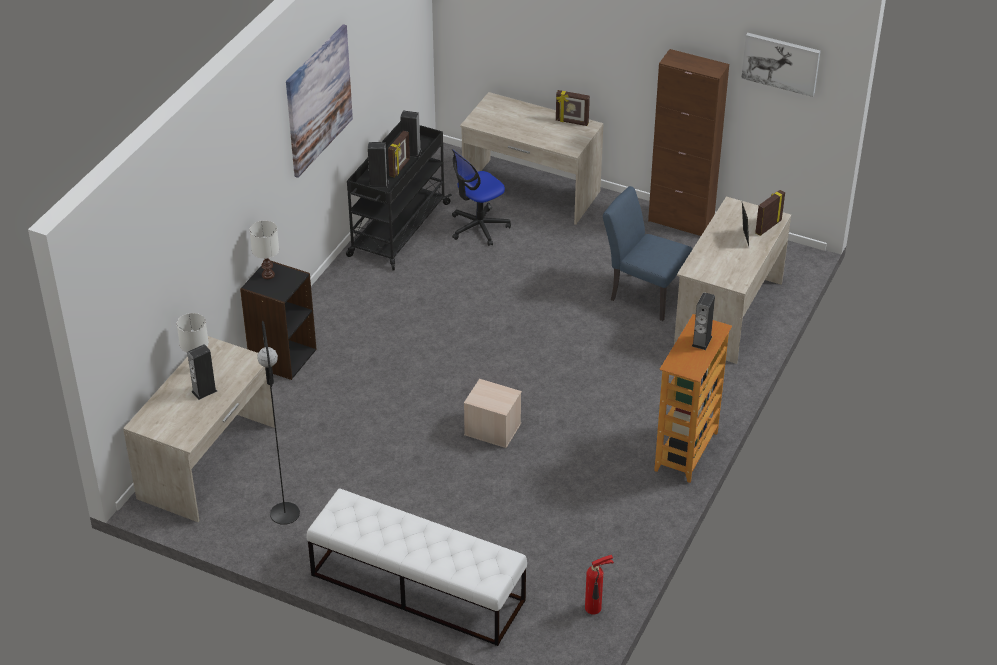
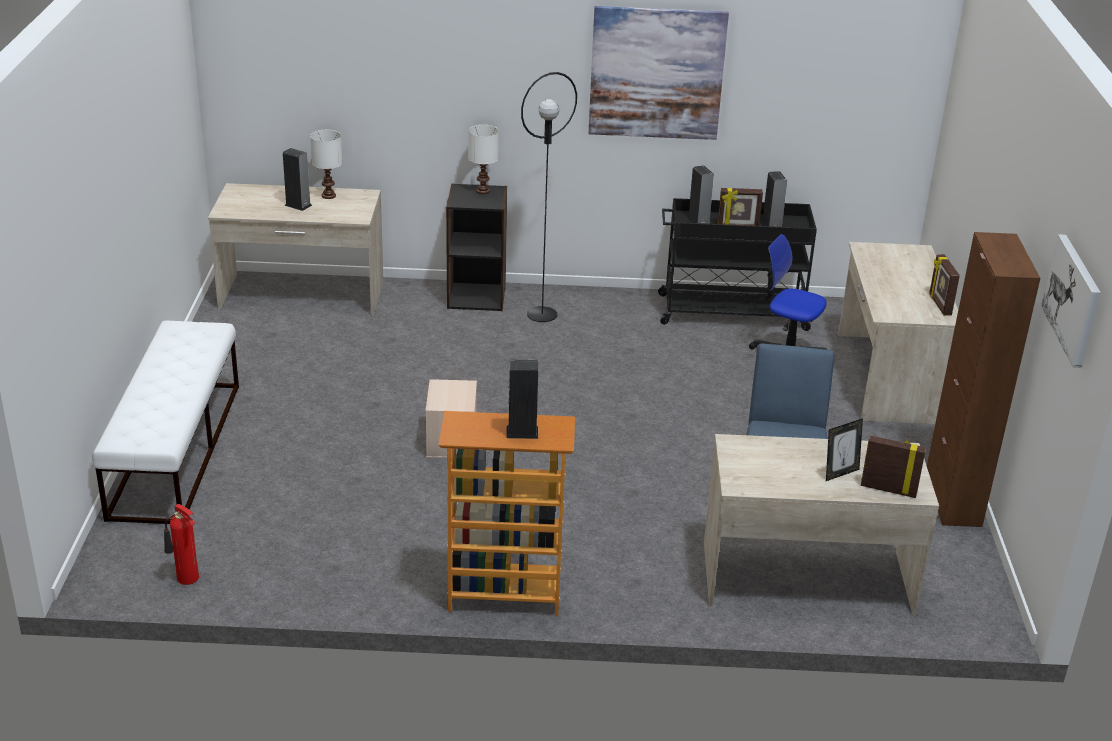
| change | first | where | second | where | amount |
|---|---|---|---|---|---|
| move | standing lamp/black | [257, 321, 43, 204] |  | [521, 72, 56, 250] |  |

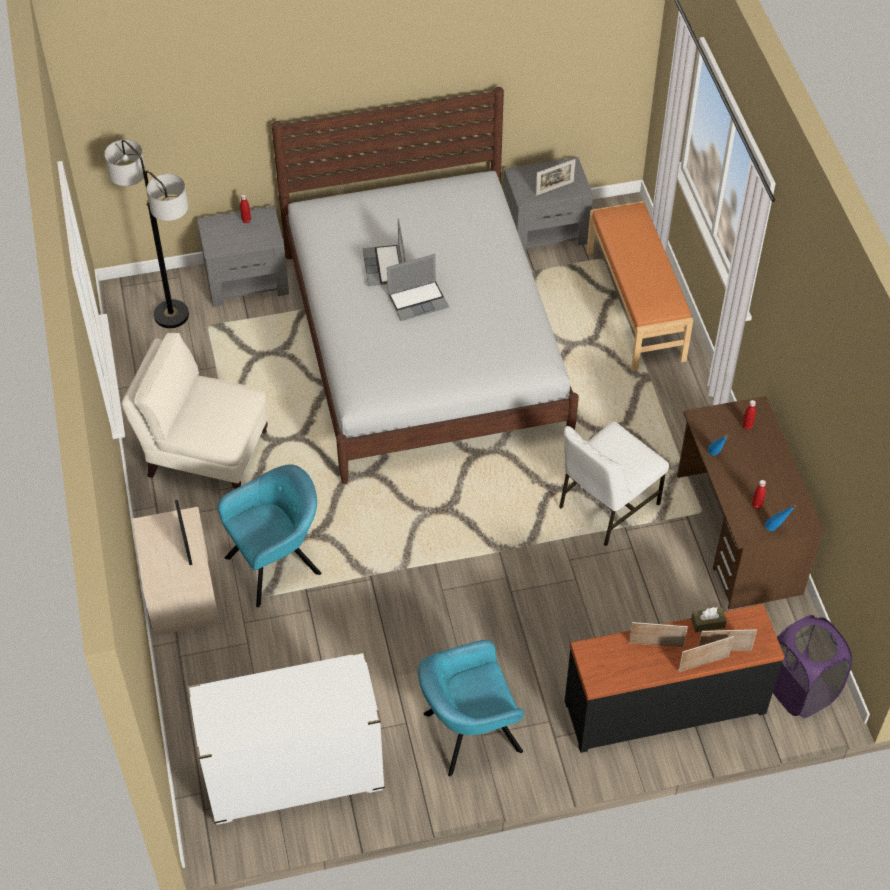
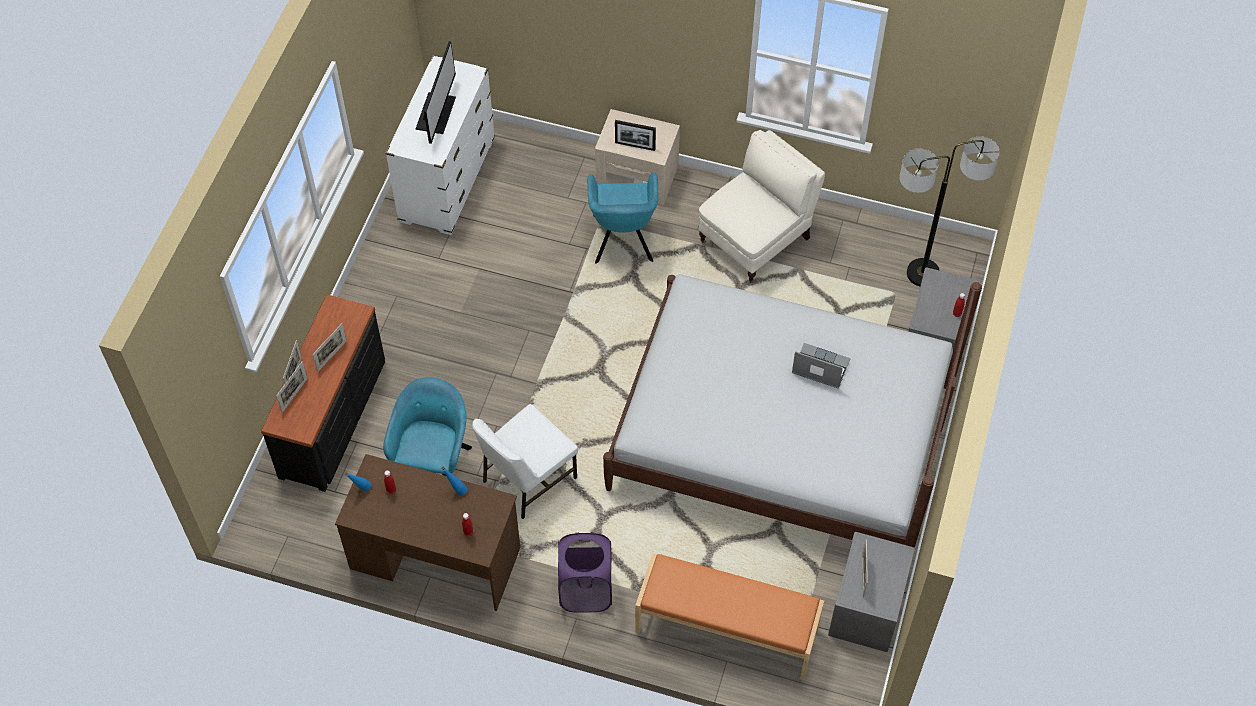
| change | first | where | second | where | amount |
|---|---|---|---|---|---|
| delete | notebook computer | [387, 254, 62, 67] |  |  |  |
| delete | box of tissues/brown | [691, 607, 36, 25] |  |  |  |
| insert |  |  | computer display | [416, 41, 40, 103] |  |
| move | armchair/turquoise-coloured | [418, 640, 106, 137] |  | [383, 377, 89, 99] |  |
| move | hamper/purplish | [773, 615, 79, 103] |  | [558, 532, 54, 81] |  |
| rotate | chair/white-coloured | [559, 421, 110, 125] |  | [472, 404, 106, 115] | 120 degrees counterclockwise |

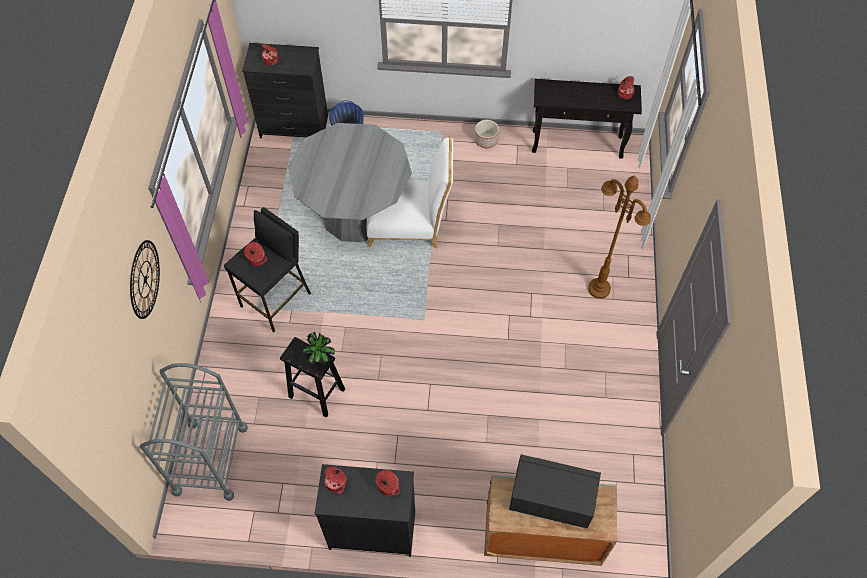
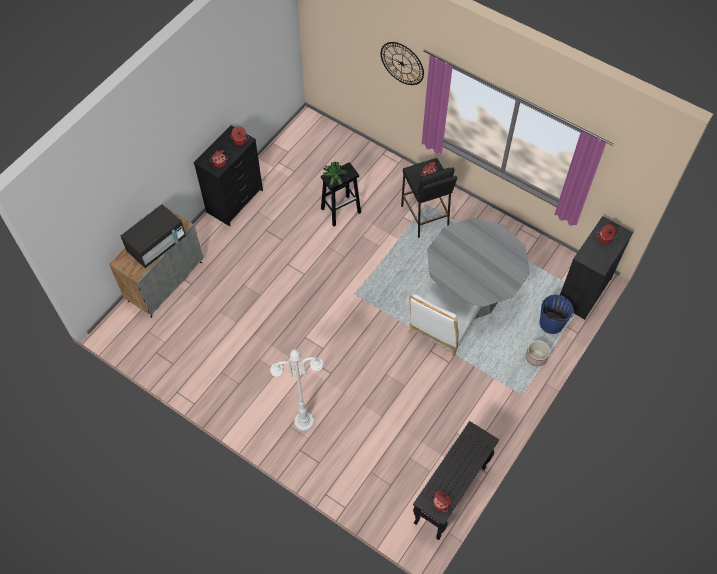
| change | first | where | second | where | amount |
|---|---|---|---|---|---|
| delete | cart/grey | [140, 363, 108, 138] |  |  |  |
| move | planter | [475, 120, 24, 28] |  | [526, 340, 24, 27] |  |
| recolor | standing lamp/brown | [588, 175, 63, 124] | standing lamp/white-coloured | [270, 349, 54, 82] |  |

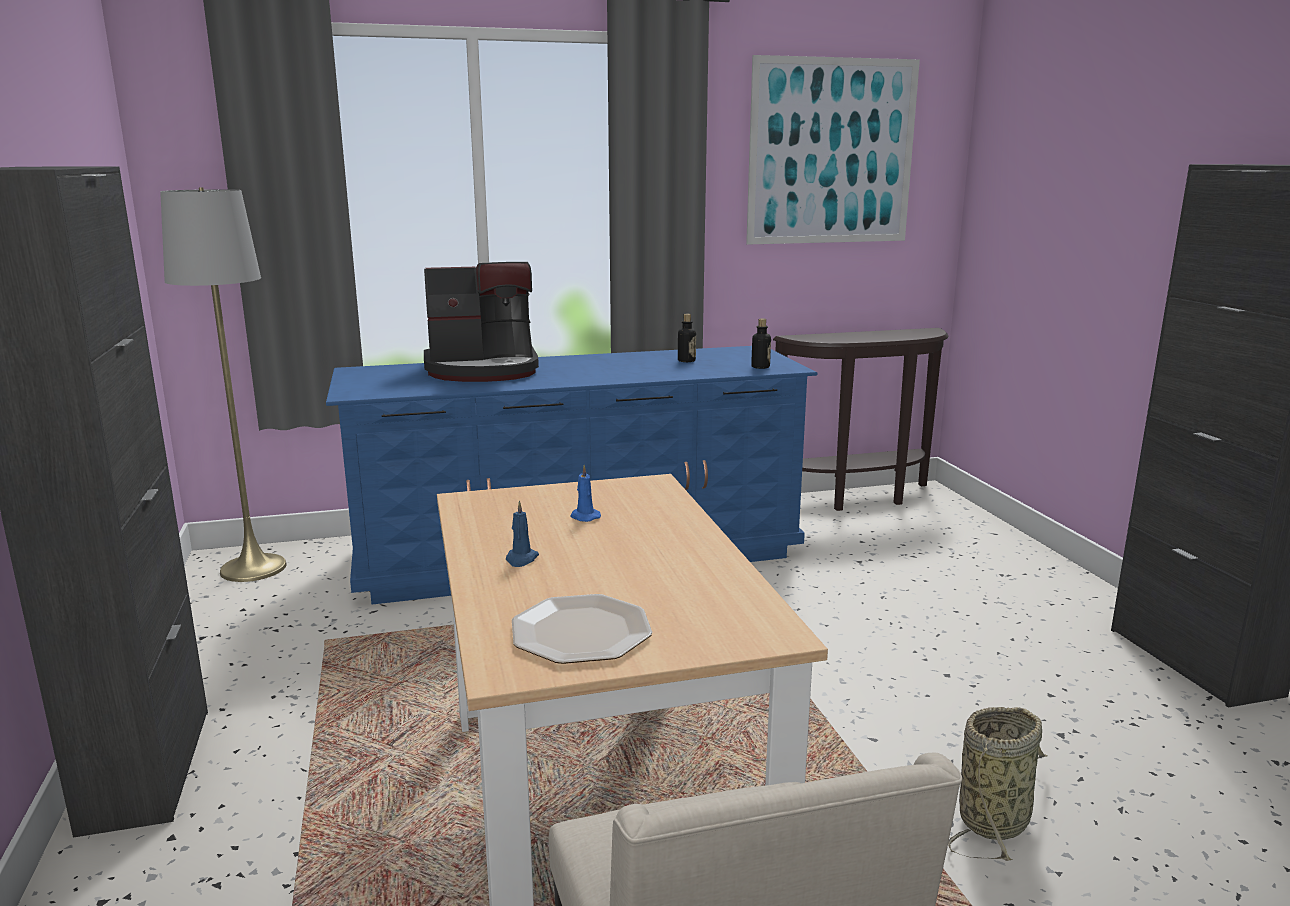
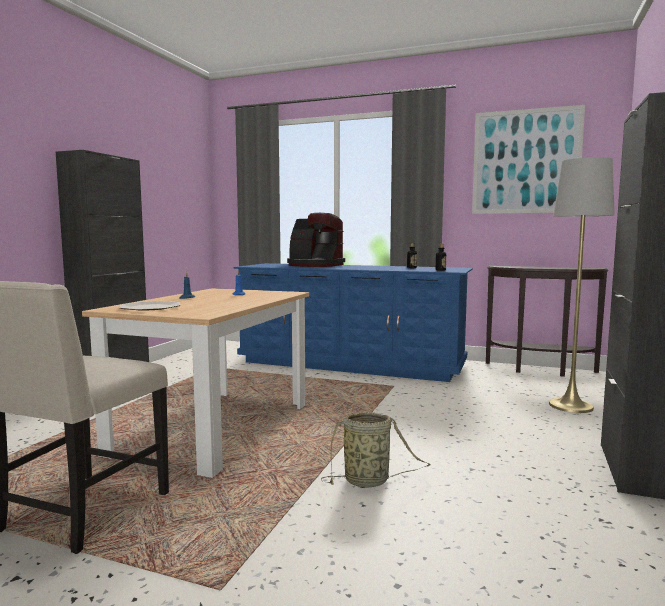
| change | first | where | second | where | amount |
|---|---|---|---|---|---|
| move | standing lamp/grey | [160, 187, 127, 395] |  | [549, 157, 66, 256] |  |

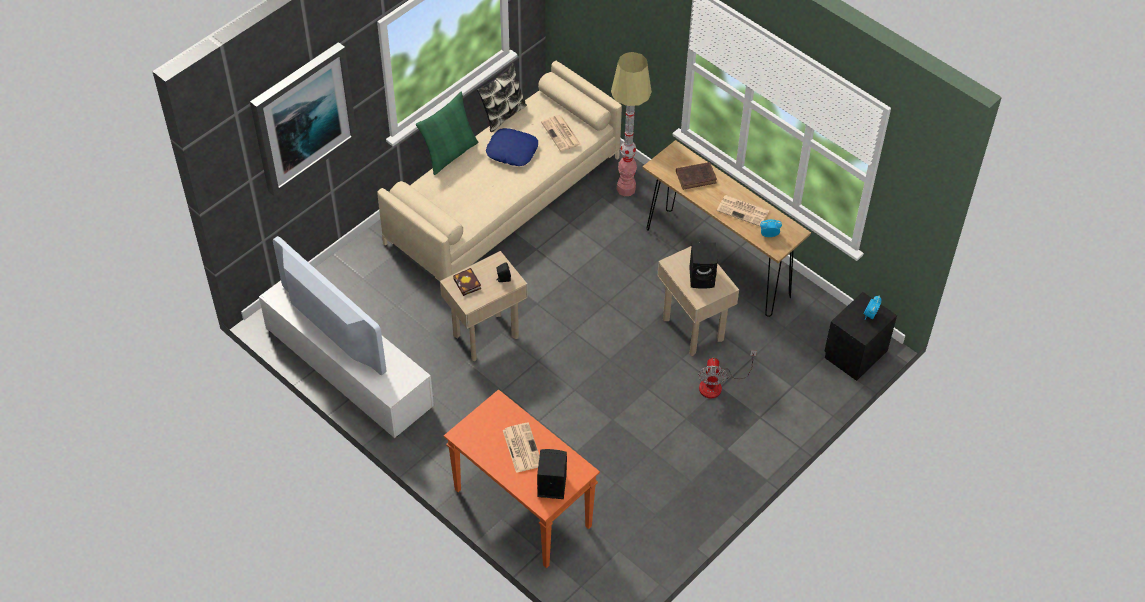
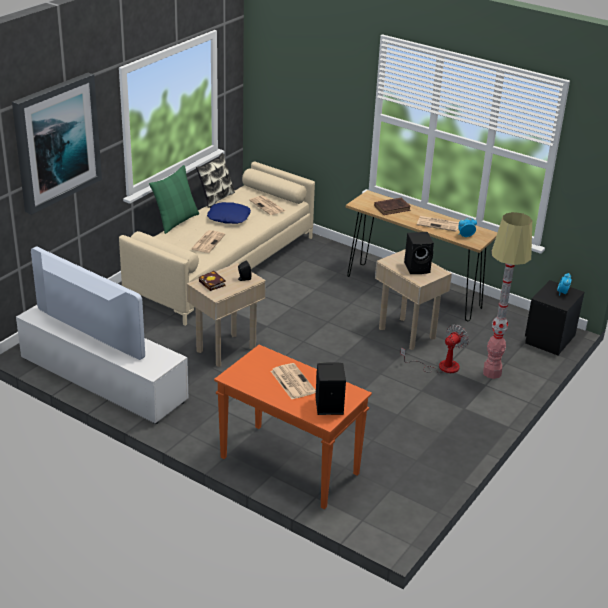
| change | first | where | second | where | amount |
|---|---|---|---|---|---|
| insert |  |  | daily paper | [191, 230, 34, 23] |  |
| move | standing lamp | [611, 52, 41, 144] |  | [483, 212, 49, 167] |  |
| rotate | cooling fan | [698, 350, 59, 48] |  | [400, 324, 69, 50] | 135 degrees counterclockwise |

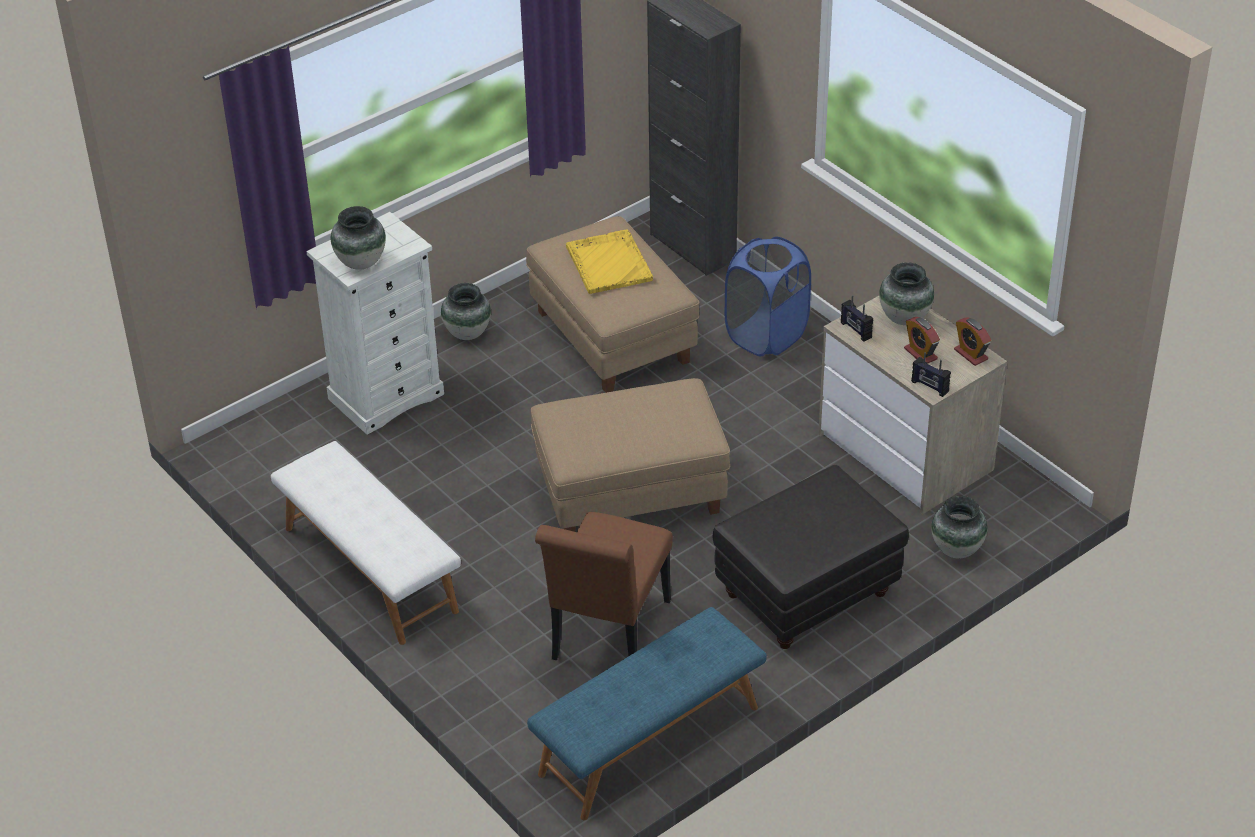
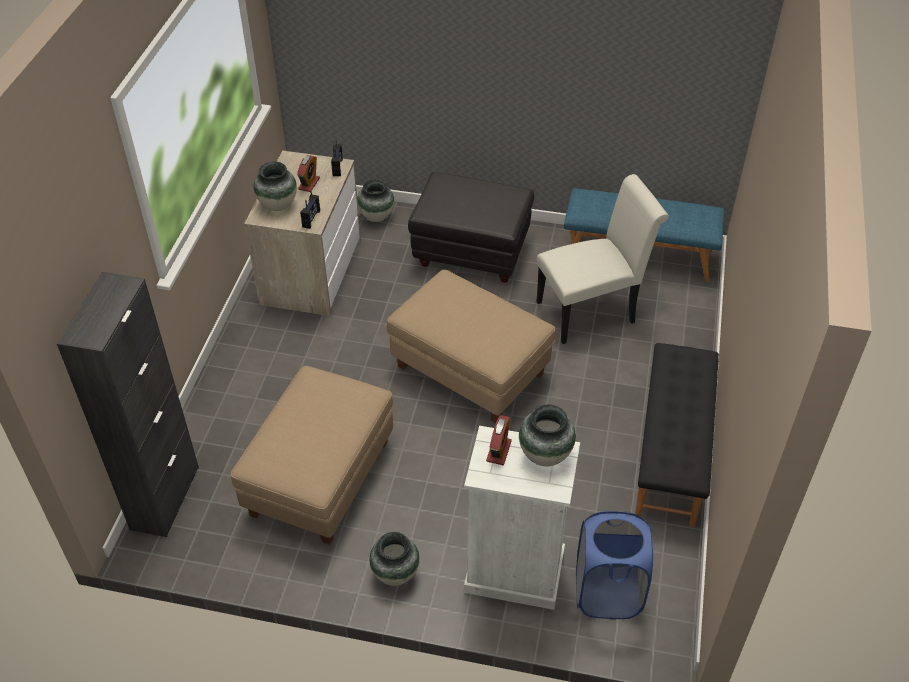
| change | first | where | second | where | amount |
|---|---|---|---|---|---|
| delete | carrying tray/yellow-coloured | [566, 229, 87, 65] |  |  |  |
| move | hamper/blue-coloured | [725, 237, 86, 120] |  | [576, 511, 77, 108] |  |
| move | table clock | [954, 318, 37, 48] |  | [486, 415, 26, 50] |  |
| recolor | bench/white-coloured | [271, 441, 190, 204] | bench/black | [635, 343, 84, 185] |  |
| recolor | chair/brown | [535, 512, 138, 148] | chair/white-coloured | [536, 174, 133, 170] |  |

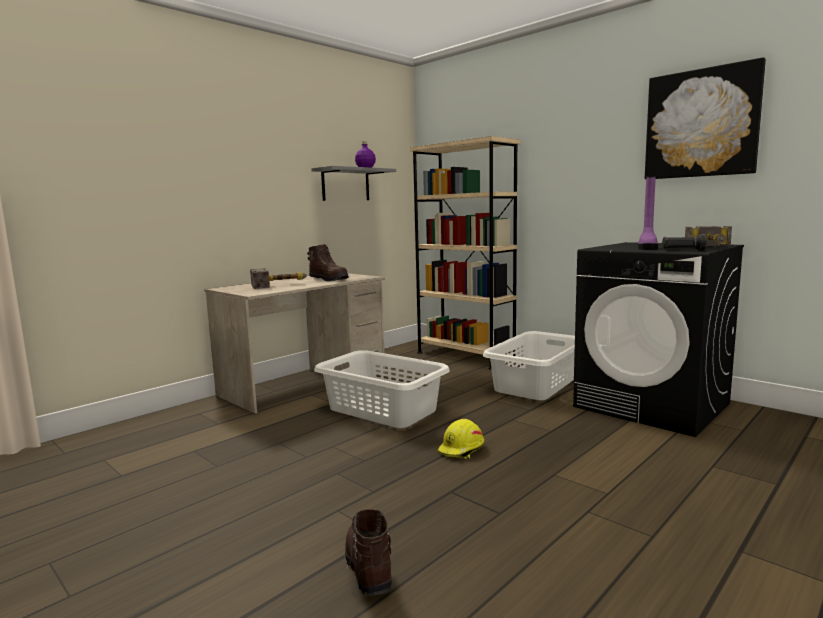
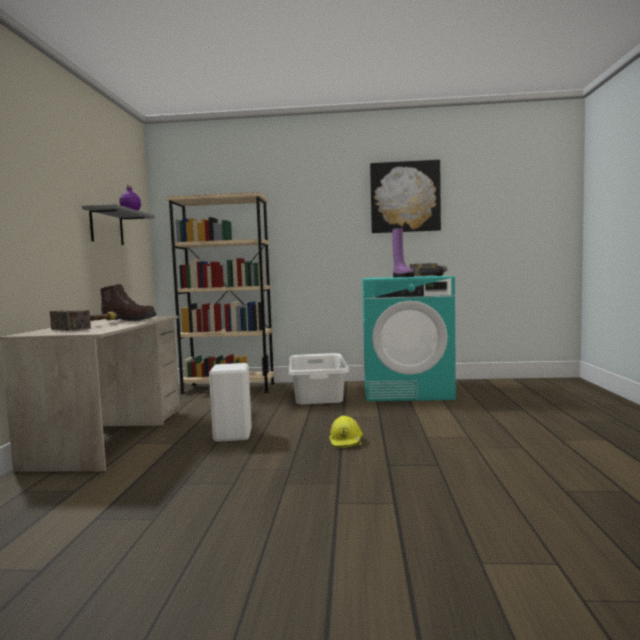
| change | first | where | second | where | amount |
|---|---|---|---|---|---|
| delete | tall boot/brown | [345, 509, 47, 87] |  |  |  |
| replace | hamper/white-coloured | [314, 350, 136, 78] | sitting stool/white-coloured | [209, 363, 43, 79] |  |
| recolor | laundry appliance/black | [573, 242, 171, 195] | laundry appliance/turquoise-coloured | [362, 276, 94, 125] |  |

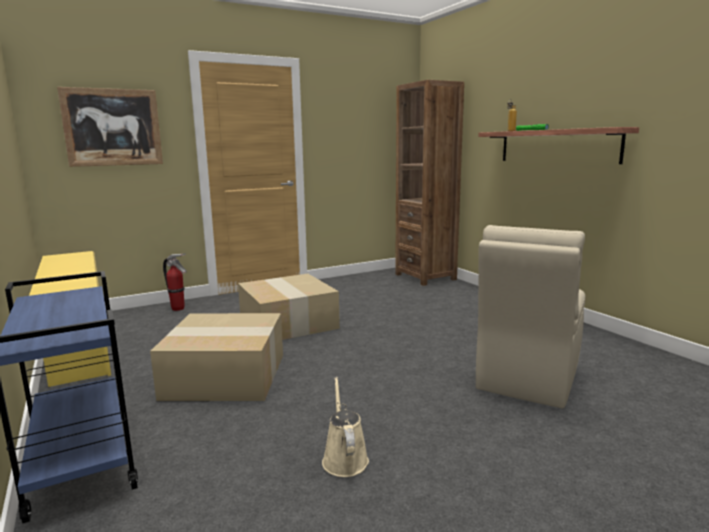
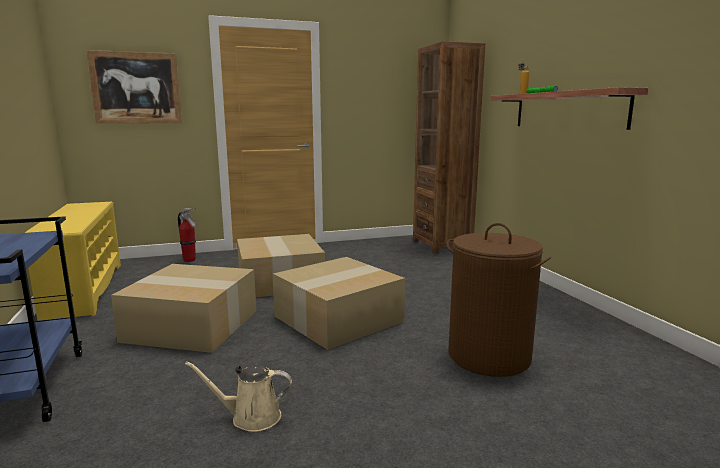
| change | first | where | second | where | amount |
|---|---|---|---|---|---|
| insert |  |  | cardboard box | [273, 257, 132, 93] |  |
| replace | chair/sand-coloured | [476, 225, 110, 183] | hamper/brown | [446, 223, 105, 154] |  |
| rotate | watering pot/sand-coloured | [322, 377, 47, 100] |  | [185, 361, 107, 71] | 90 degrees counterclockwise |

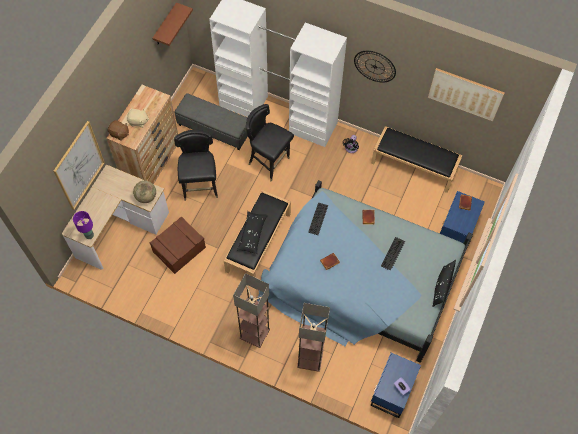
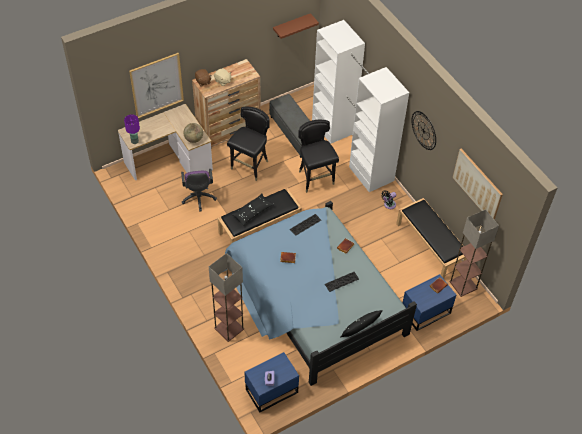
| change | first | where | second | where | amount |
|---|---|---|---|---|---|
| move | standing lamp | [233, 273, 37, 75] |  | [450, 209, 49, 88] |  |
| replace | storage bin/brown | [150, 216, 56, 58] | office chair/purplish | [181, 169, 36, 43] |  |

